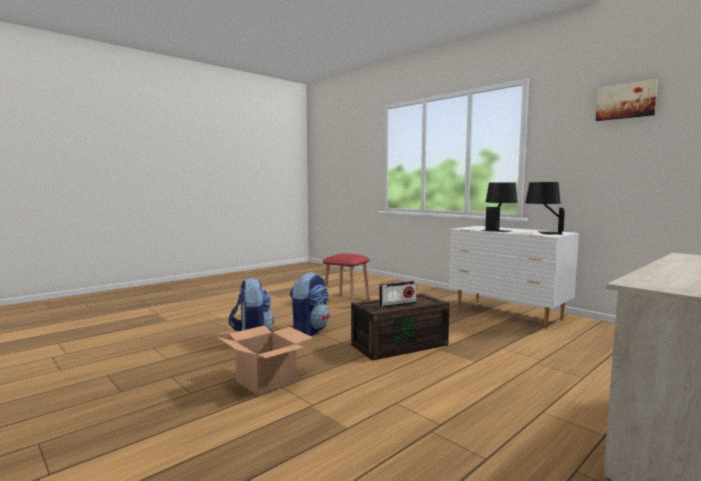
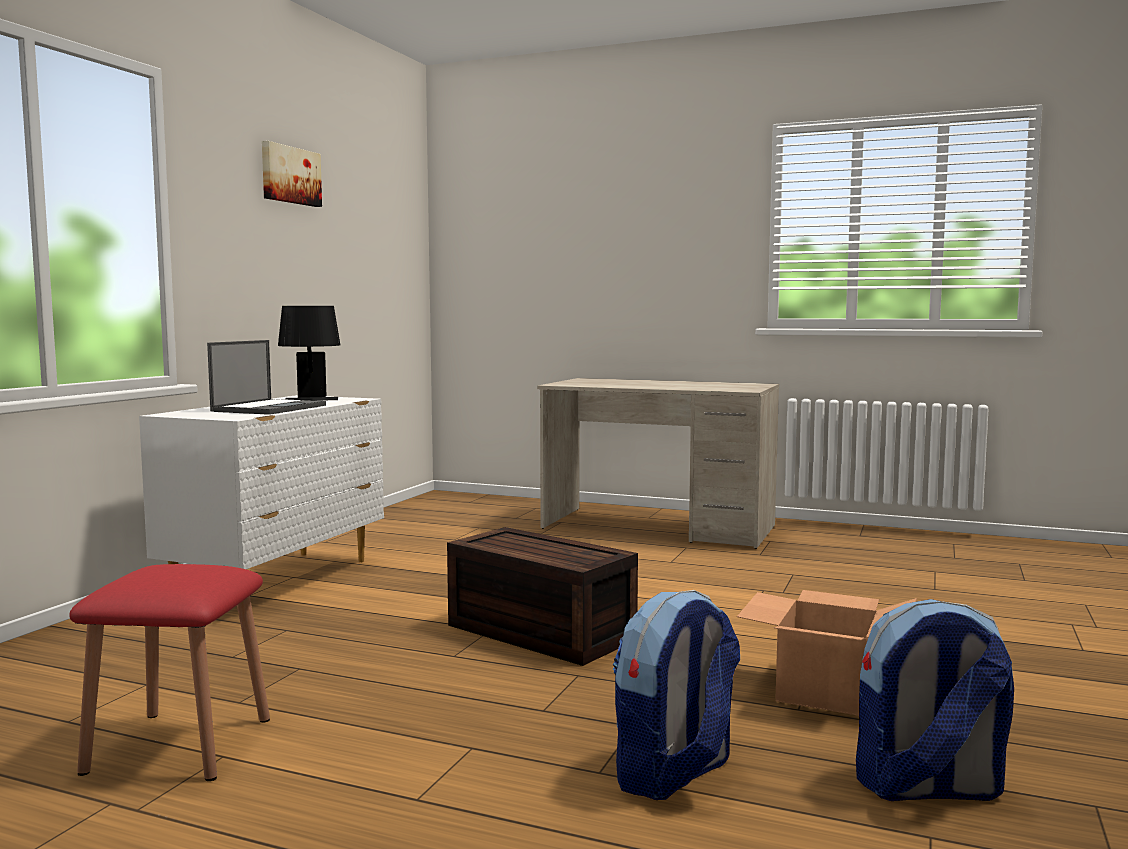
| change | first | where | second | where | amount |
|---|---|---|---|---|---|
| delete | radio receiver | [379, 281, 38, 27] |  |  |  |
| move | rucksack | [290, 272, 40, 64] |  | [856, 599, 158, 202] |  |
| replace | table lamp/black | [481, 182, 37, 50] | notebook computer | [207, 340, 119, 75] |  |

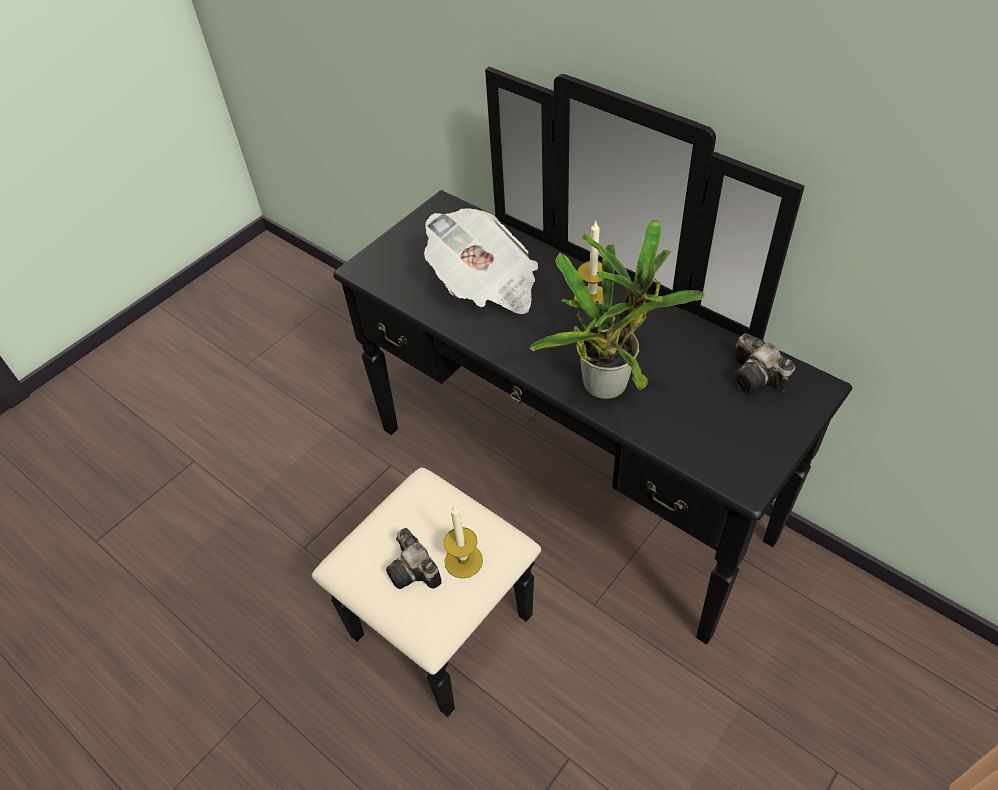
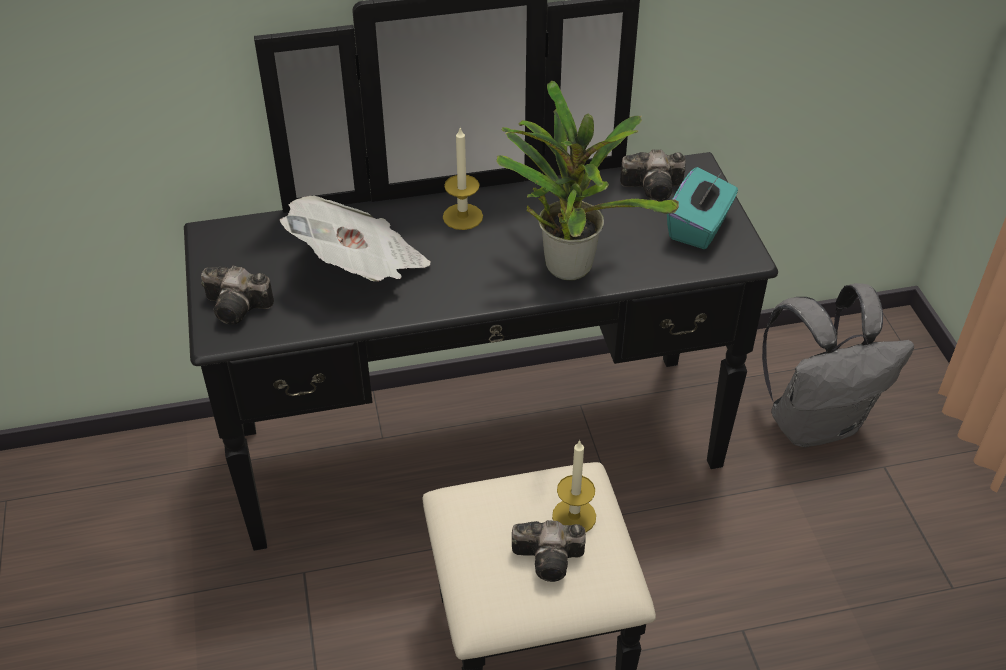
| change | first | where | second | where | amount |
|---|---|---|---|---|---|
| insert |  |  | photo camera | [201, 266, 73, 59] |  |
| insert |  |  | box of tissues/turquoise-coloured | [667, 167, 71, 82] |  |
| insert |  |  | rucksack/grey | [762, 283, 152, 164] |  |

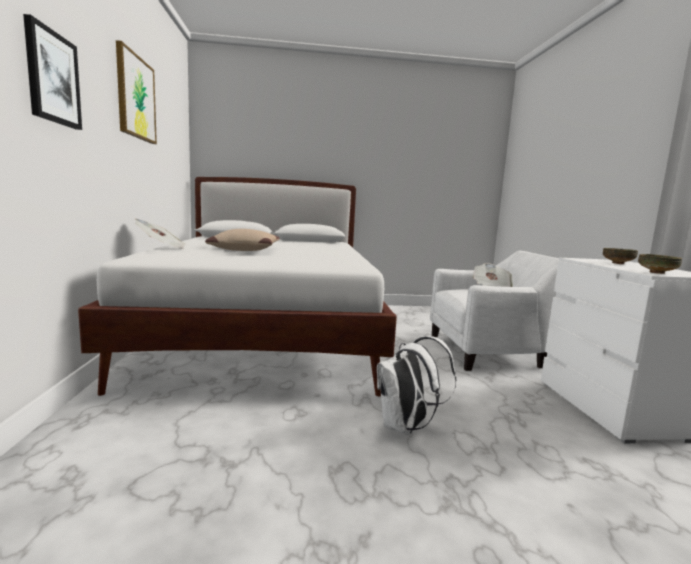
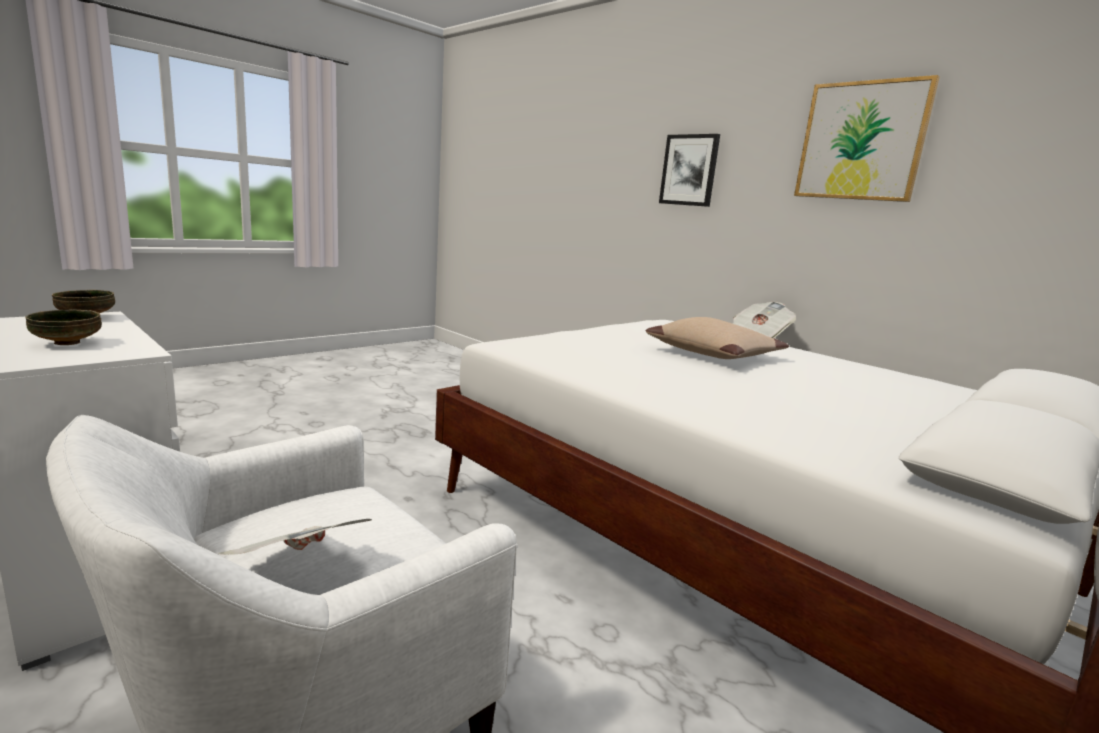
| change | first | where | second | where | amount |
|---|---|---|---|---|---|
| delete | rucksack/white-coloured | [377, 336, 79, 99] |  |  |  |

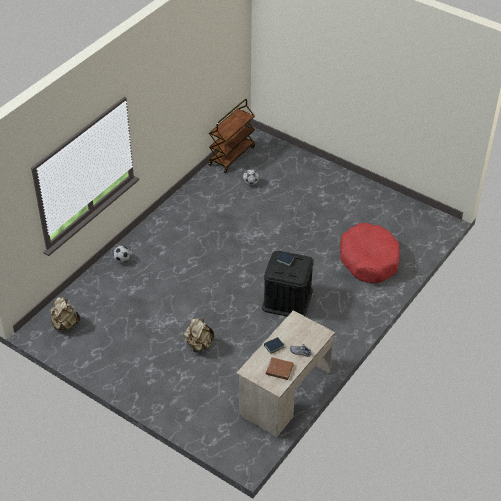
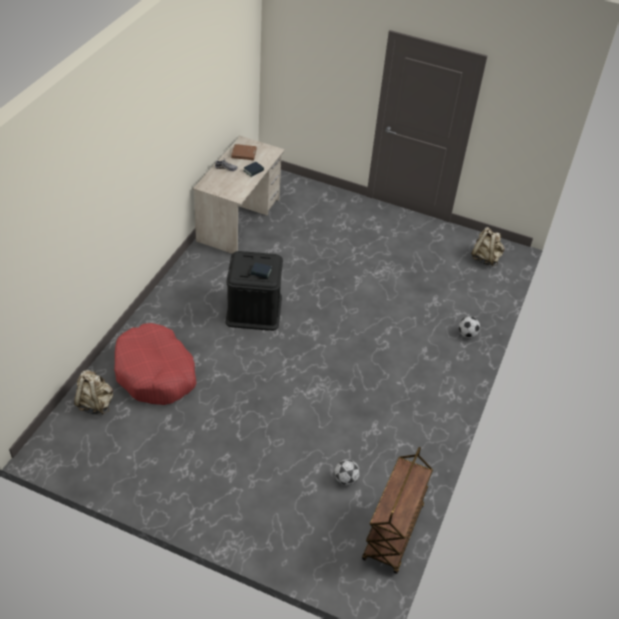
| change | first | where | second | where | amount |
|---|---|---|---|---|---|
| move | rucksack/sand-coloured | [184, 317, 30, 35] |  | [74, 370, 39, 45] |  |

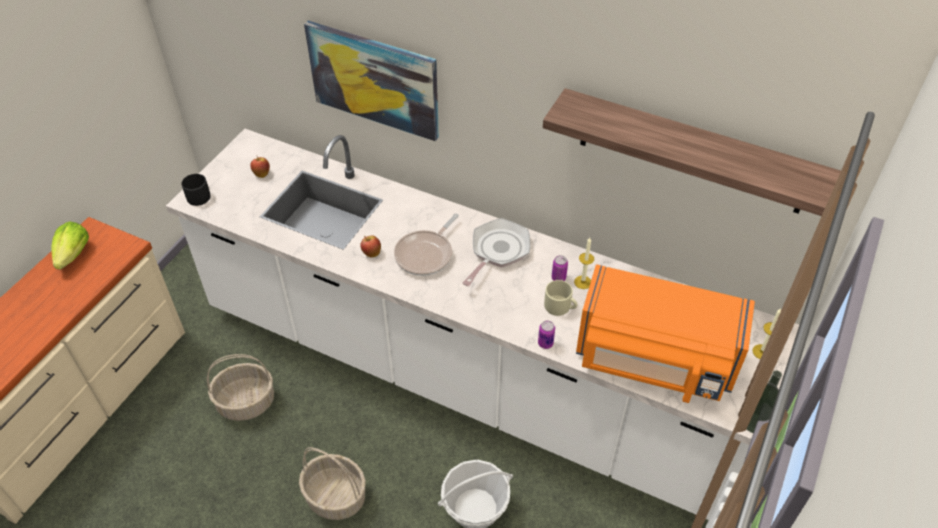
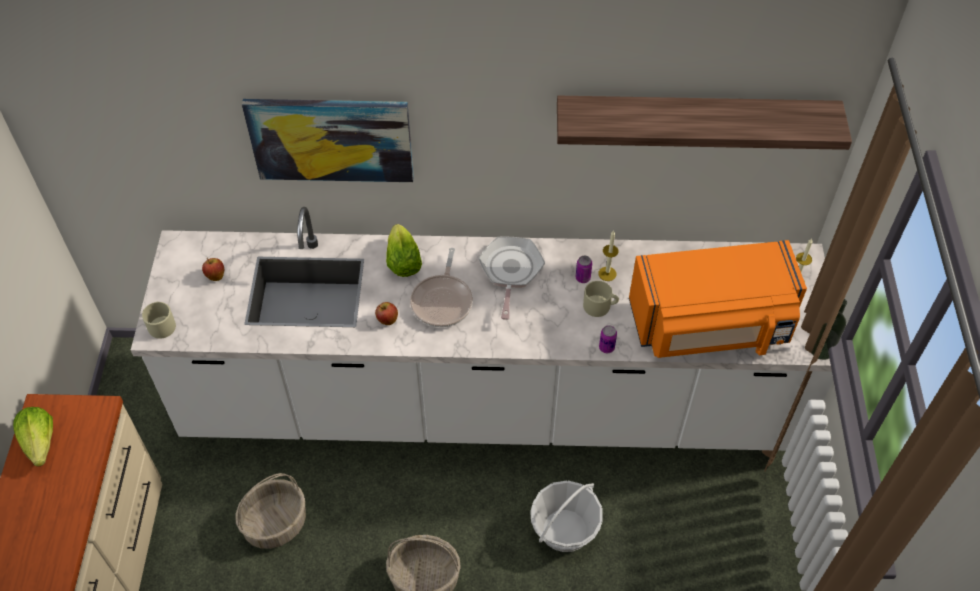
| change | first | where | second | where | amount |
|---|---|---|---|---|---|
| insert |  |  | head of lettuce | [386, 224, 36, 53] |  |
| recolor | tea mug/black | [181, 174, 30, 32] | tea mug/sand-coloured | [142, 301, 34, 38] |  |

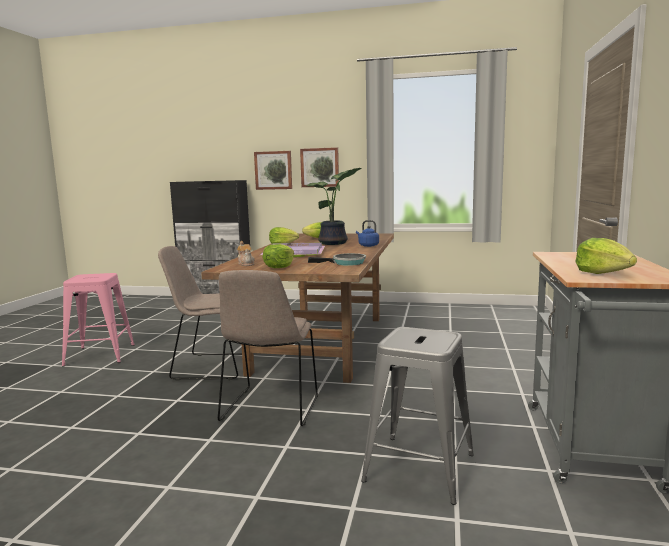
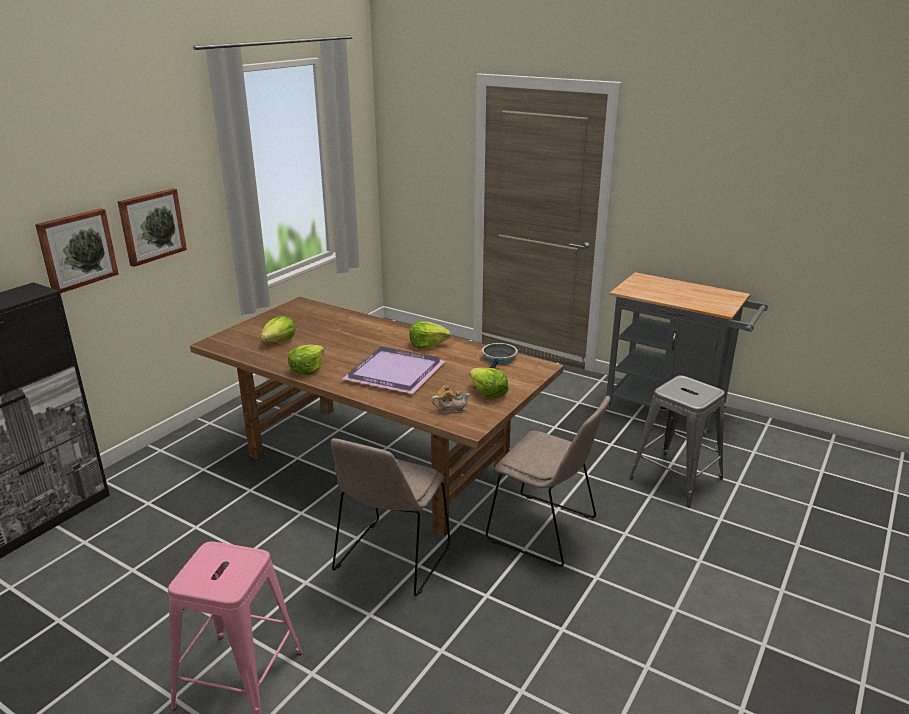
| change | first | where | second | where | amount |
|---|---|---|---|---|---|
| delete | houseplant | [306, 168, 56, 77] |  |  |  |
| delete | kettle/blue-coloured | [356, 220, 23, 27] |  |  |  |
| move | head of lettuce | [575, 238, 62, 36] |  | [410, 321, 41, 28] |  |

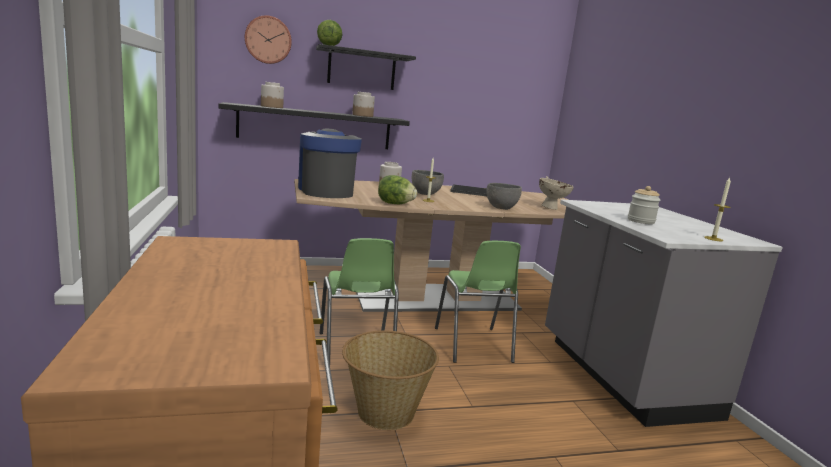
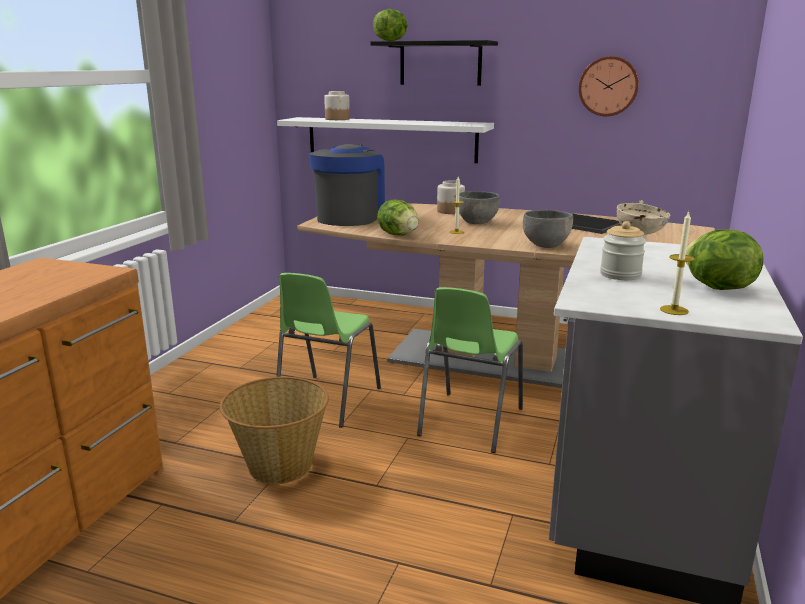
| change | first | where | second | where | amount |
|---|---|---|---|---|---|
| delete | jar | [352, 92, 23, 25] |  |  |  |
| insert |  |  | head of lettuce | [686, 229, 78, 61] |  |
| move | hanging clock | [245, 15, 47, 49] |  | [579, 56, 60, 60] |  |
| recolor | wall shelf/black | [219, 102, 191, 47] | wall shelf/white-coloured | [277, 117, 217, 46] |  |

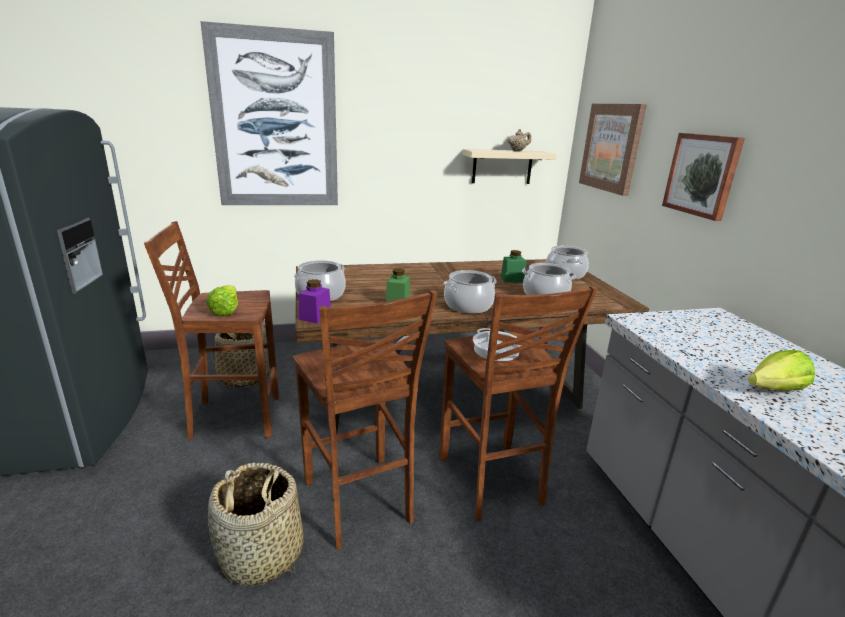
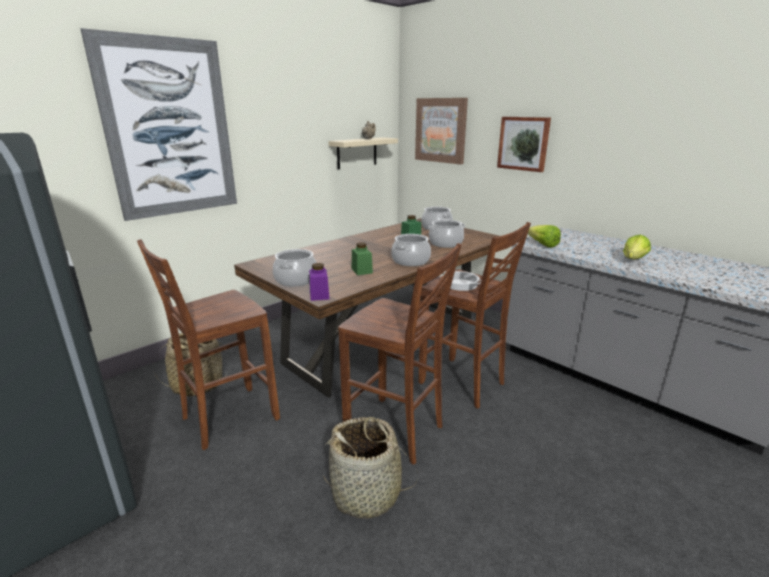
| change | first | where | second | where | amount |
|---|---|---|---|---|---|
| move | head of lettuce | [206, 285, 32, 31] |  | [528, 225, 33, 23] |  |

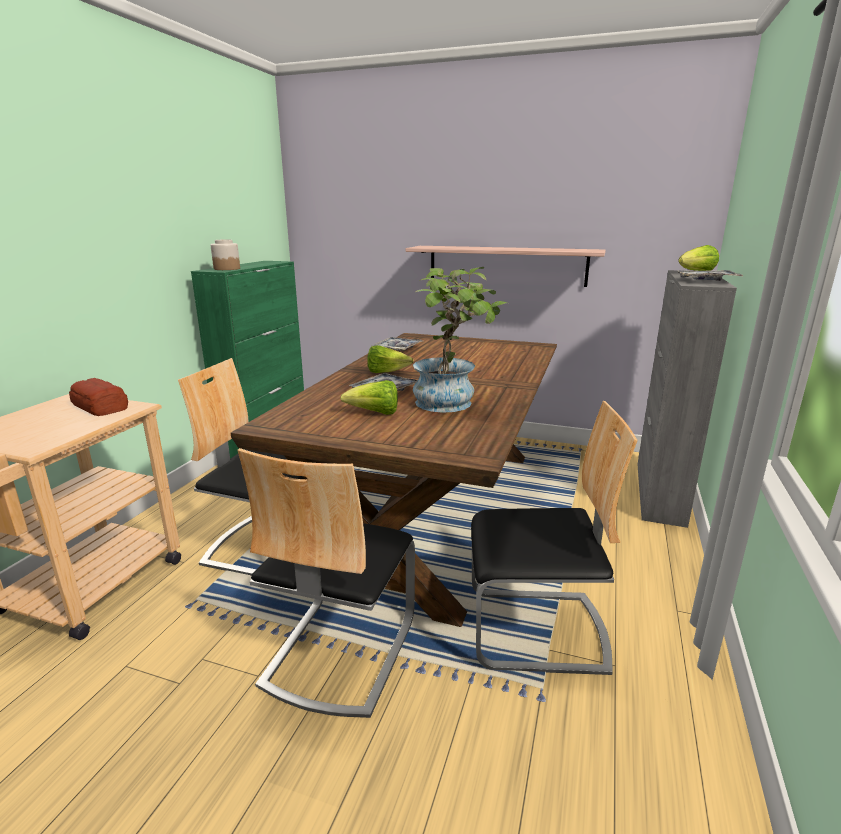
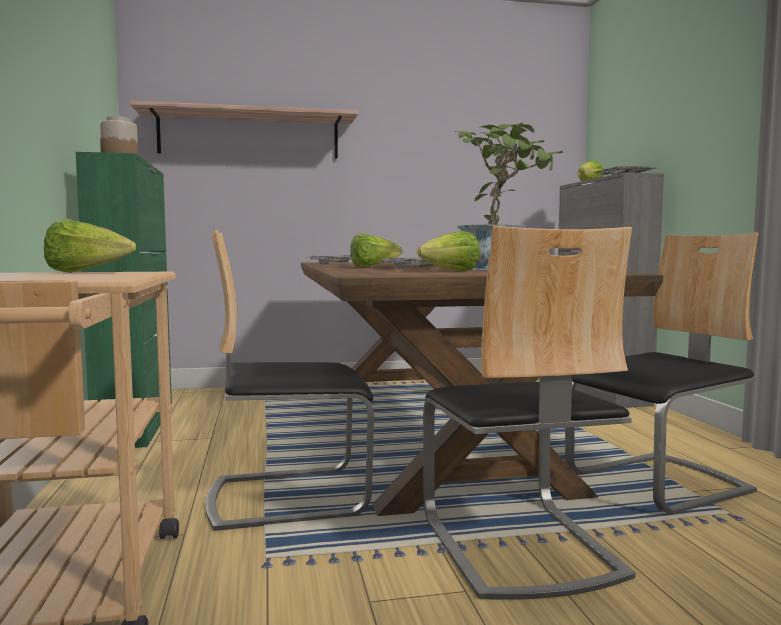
| change | first | where | second | where | amount |
|---|---|---|---|---|---|
| move | wall shelf | [406, 246, 200, 41] |  | [130, 101, 228, 57] |  |
| replace | bread | [69, 378, 59, 38] | head of lettuce | [44, 219, 92, 54] |  |

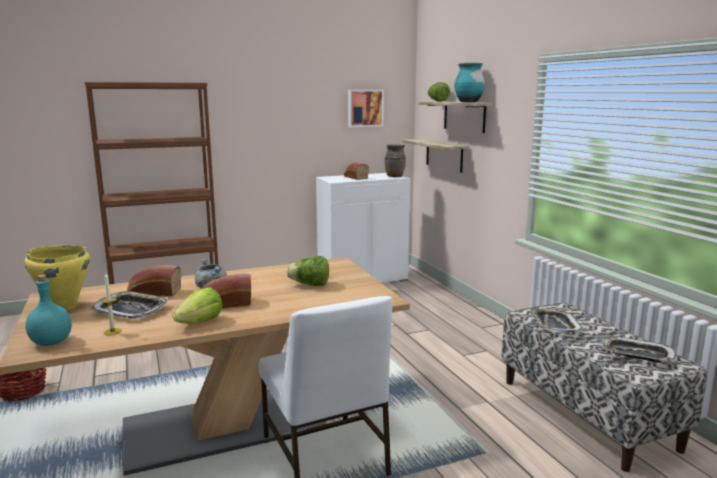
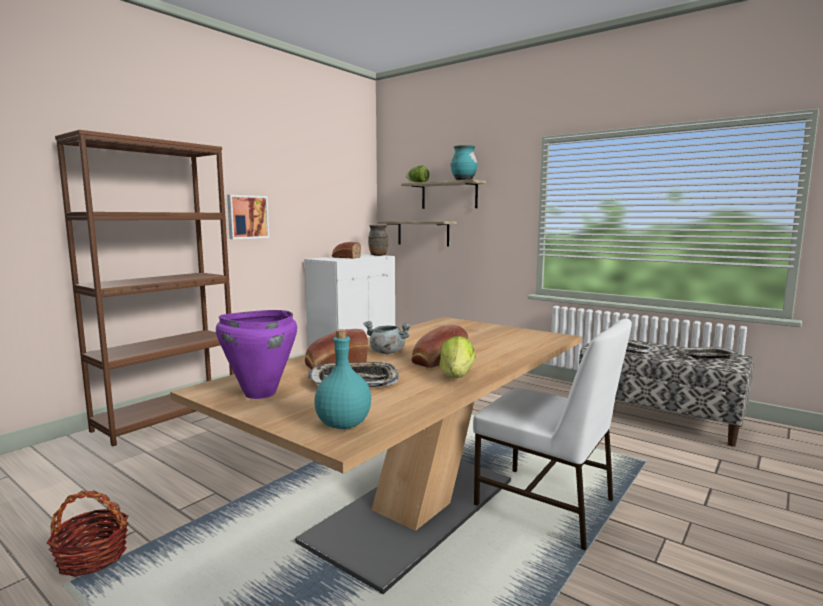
| change | first | where | second | where | amount |
|---|---|---|---|---|---|
| delete | wax light | [101, 273, 21, 62] |  |  |  |
| delete | head of lettuce | [287, 256, 42, 30] |  |  |  |
| move | picture | [348, 90, 36, 37] |  | [227, 195, 42, 44] |  |
| recolor | saucepot/yellow-coloured | [25, 245, 65, 65] | saucepot/purplish | [216, 310, 81, 89] |  |

